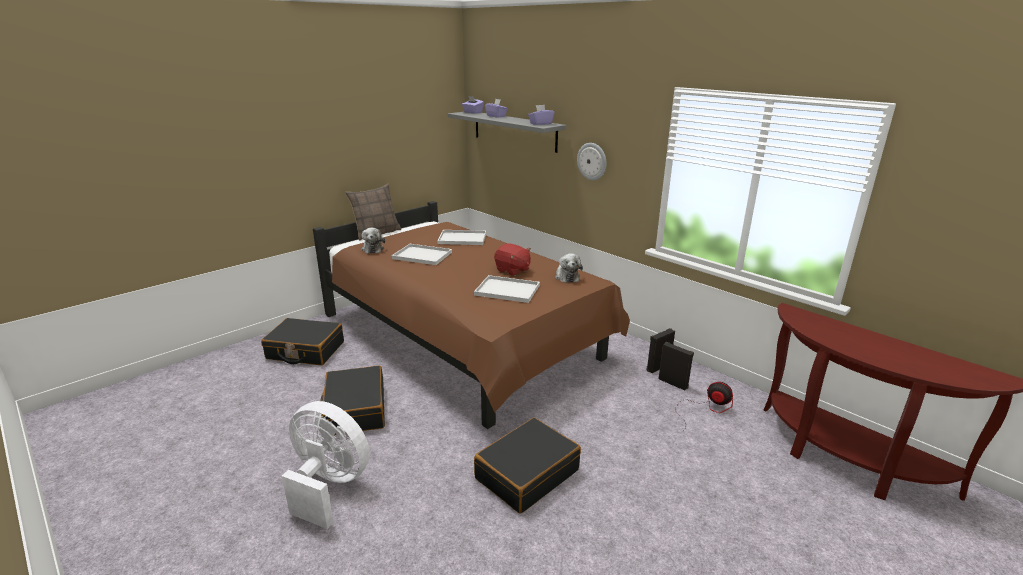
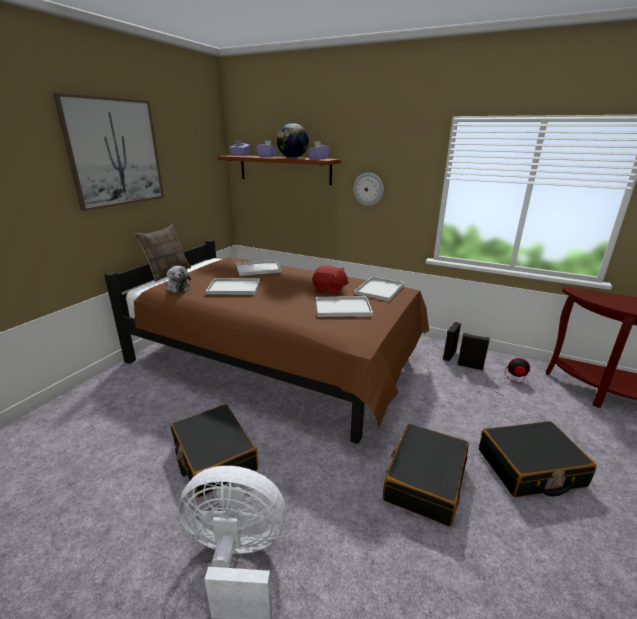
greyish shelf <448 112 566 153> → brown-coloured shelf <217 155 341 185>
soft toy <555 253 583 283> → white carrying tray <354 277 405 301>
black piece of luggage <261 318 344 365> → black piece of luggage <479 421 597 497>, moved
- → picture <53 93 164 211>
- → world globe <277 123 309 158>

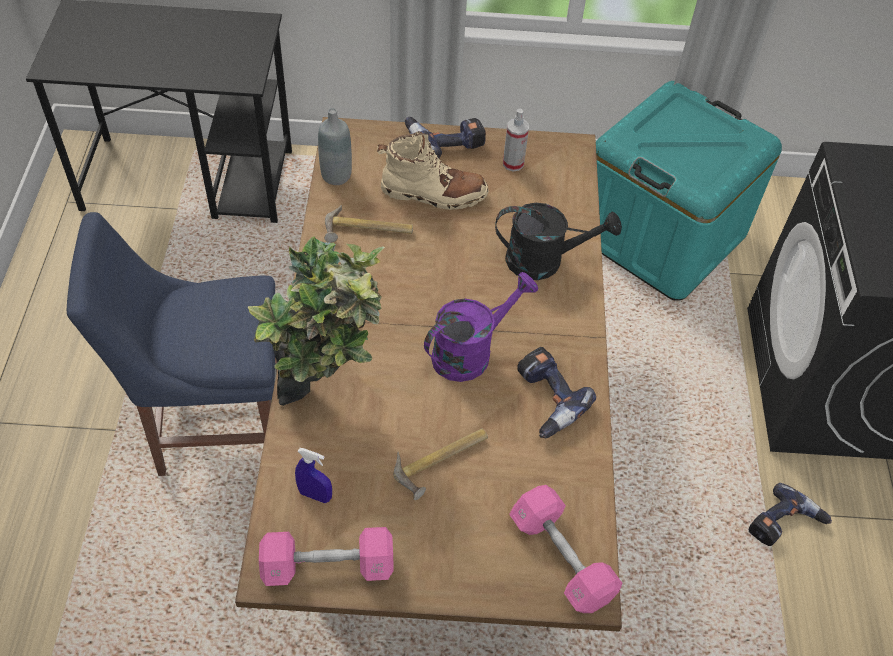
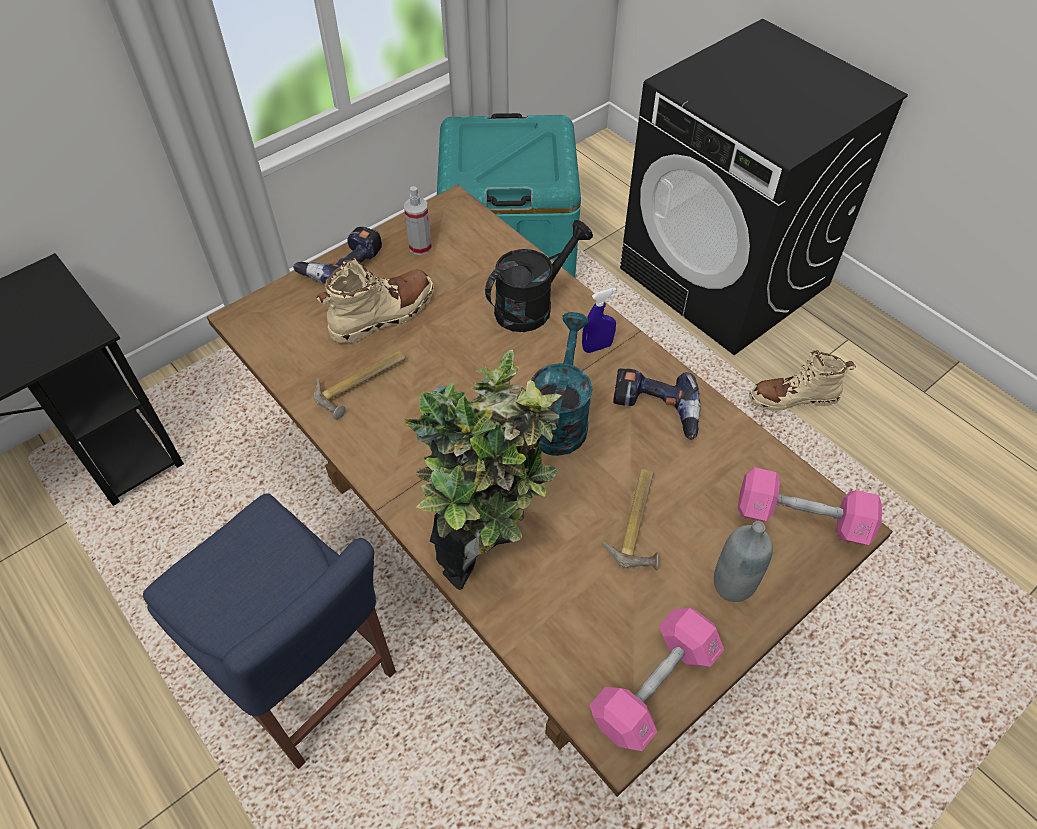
greyish beverage bottle <318 108 352 185> → greyish beverage bottle <714 521 773 602>, moved
blue-coloured upright chair <67 212 277 476> → blue-coloured upright chair <143 493 396 769>, 90 degrees counterclockwise
purple-coloured sprinkling can <424 272 538 382> → turquoise-coloured sprinkling can <531 312 593 456>
blue-coloured spray bottle <295 448 332 503> → blue-coloured spray bottle <582 287 617 353>, moved
drill <749 483 832 546> → beige-coloured tall boot <749 350 856 411>

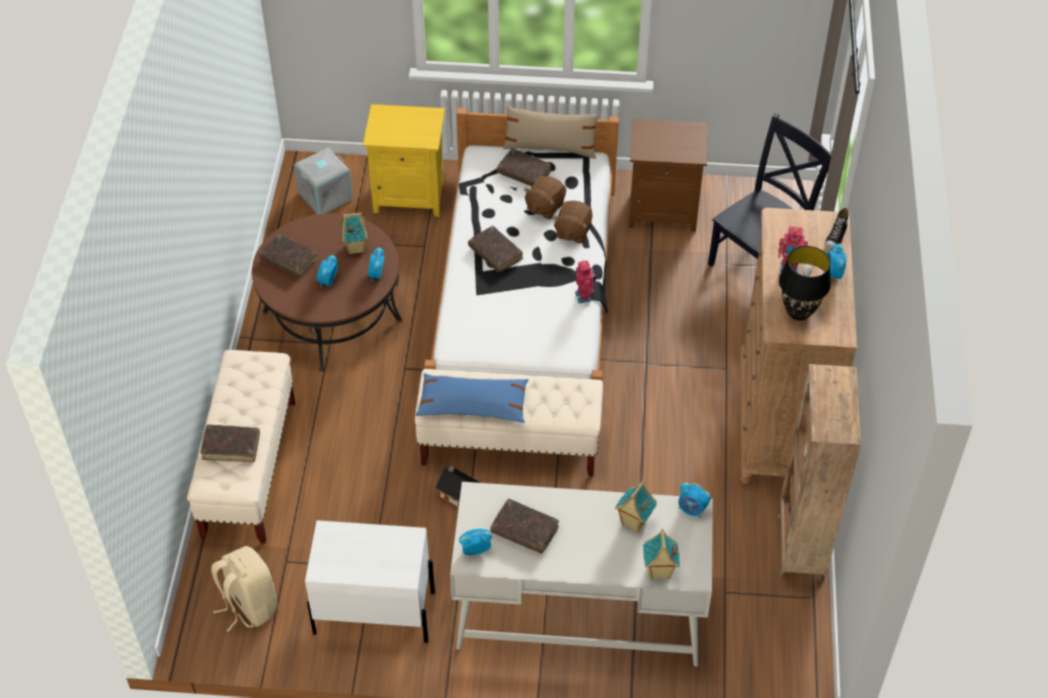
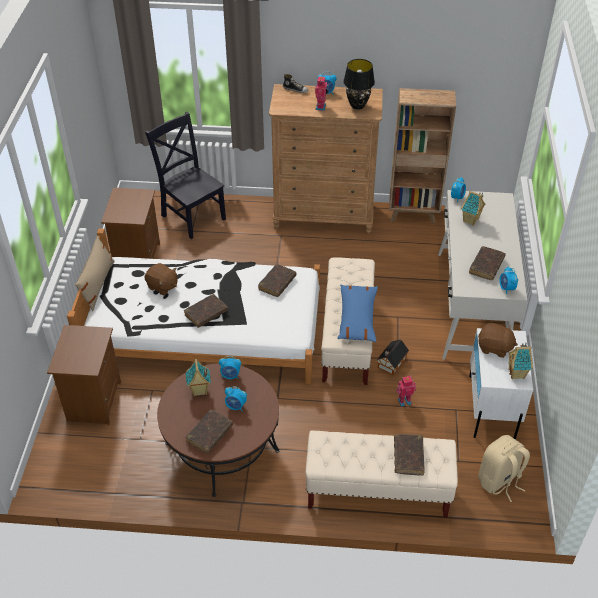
yellow-coloured nightstand <363 104 445 217> → brown-coloured nightstand <47 325 121 425>
greyish storage container <294 148 353 214> → -
brown-coloured bound book <497 149 552 186> → brown-coloured bound book <258 264 296 297>, moved
brown-coloured soft toy <552 201 593 243> → brown-coloured soft toy <478 323 518 358>, moved
robot figure <575 260 596 303> → robot figure <396 376 416 406>, moved
toy house <643 529 680 580> → toy house <508 343 533 379>, moved

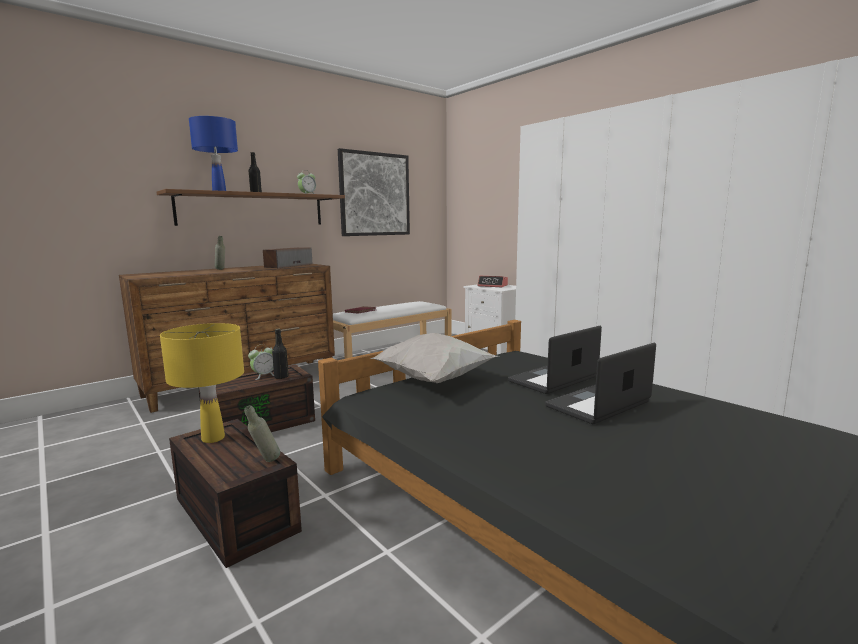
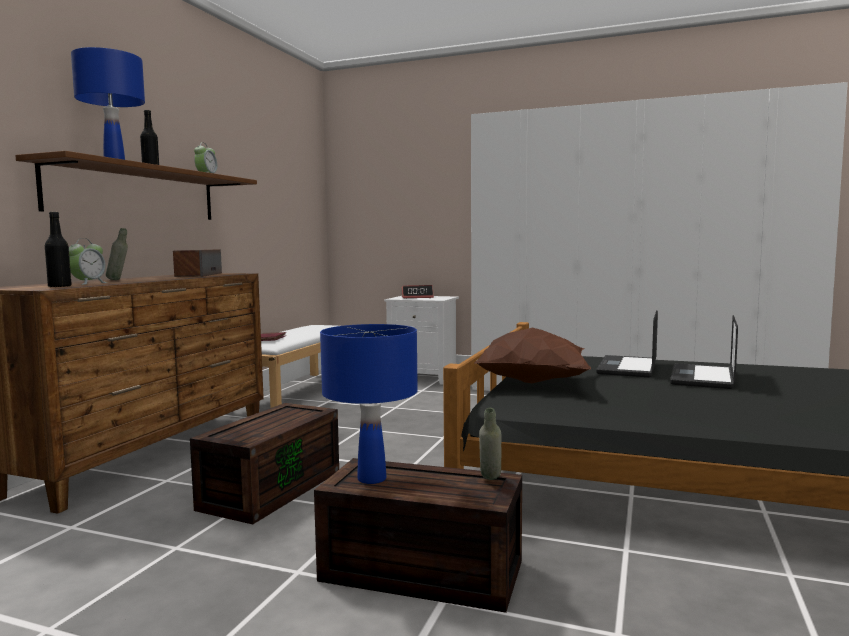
picture <338 148 410 236> → -
yellow-coloured table lamp <160 323 244 443> → blue-coloured table lamp <320 324 418 484>
black beverage bottle <272 329 289 379> → black beverage bottle <45 212 72 287>, moved
white cushion <370 333 498 383> → brown-coloured cushion <474 328 591 383>
table clock <248 344 274 380> → table clock <69 238 107 285>, moved

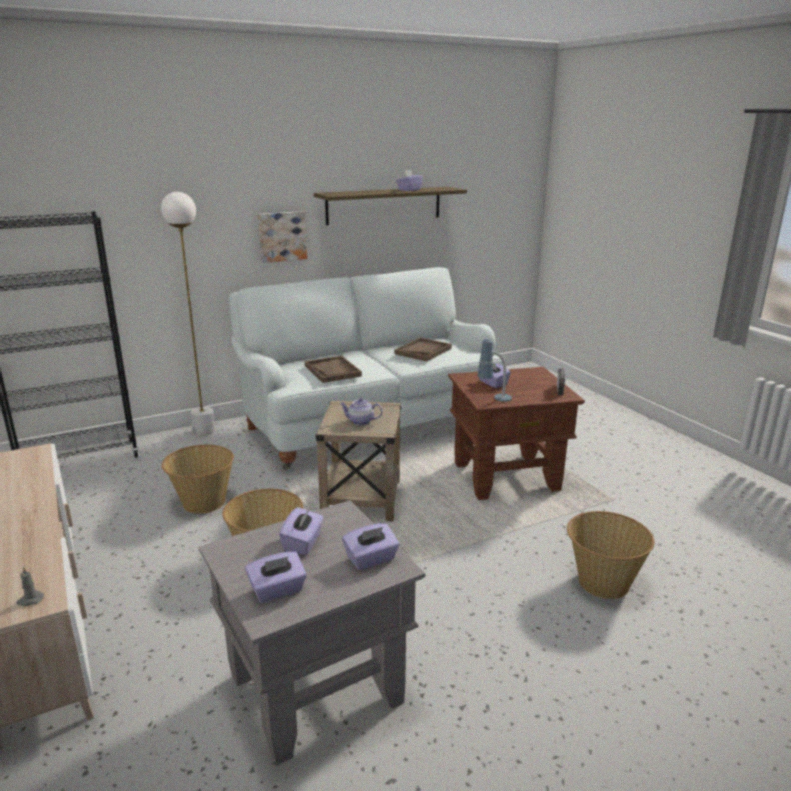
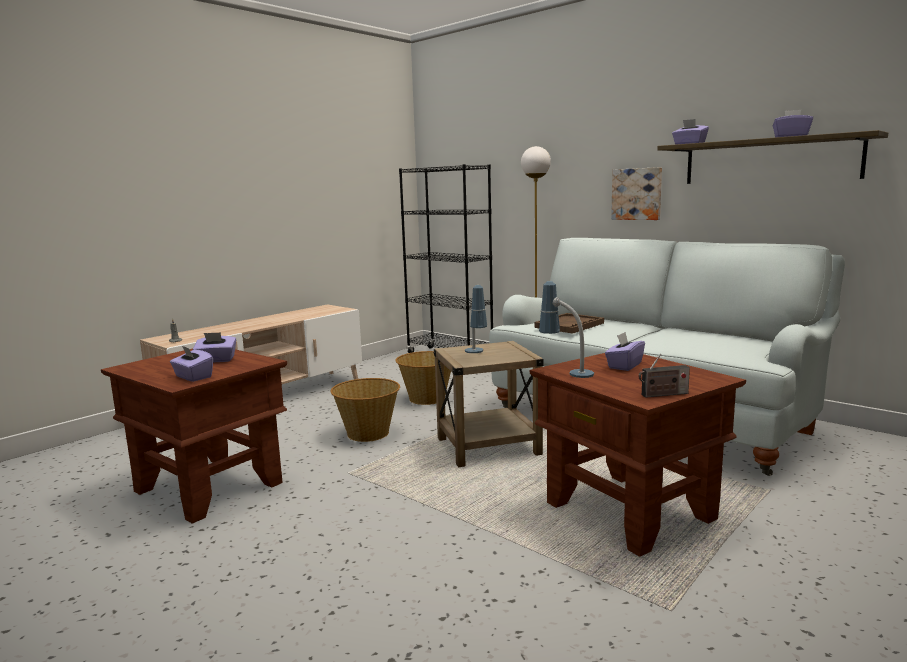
brown-coloured carrying tray <394 338 452 361> → -
tea pot <339 398 383 425> → table lamp <465 285 487 353>
greyish end table <198 500 426 765> → brown-coloured end table <101 348 287 524>
basket <567 511 654 599> → -
purple-coloured tissue box <245 552 307 603> → purple-coloured tissue box <672 119 709 145>, moved

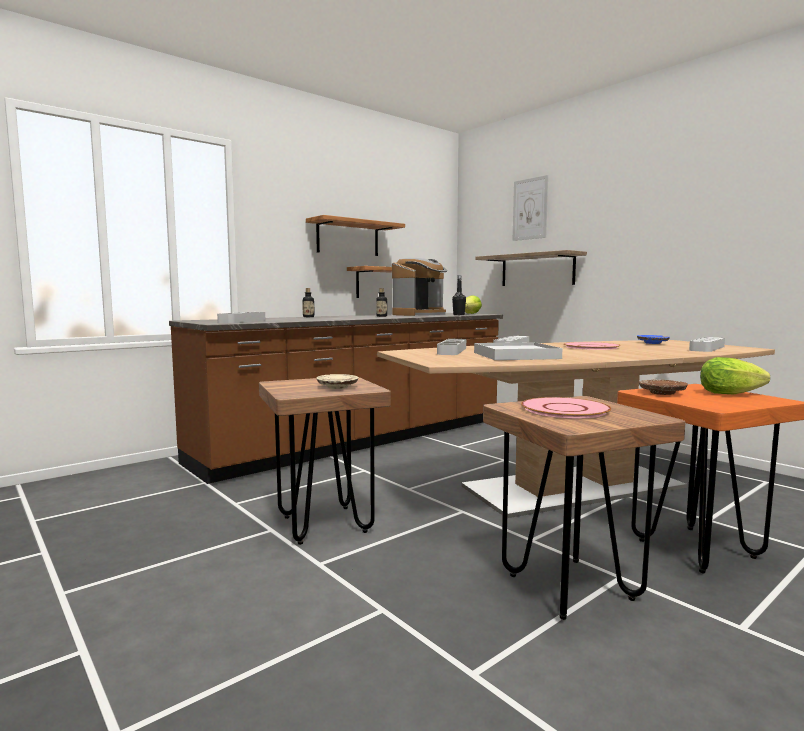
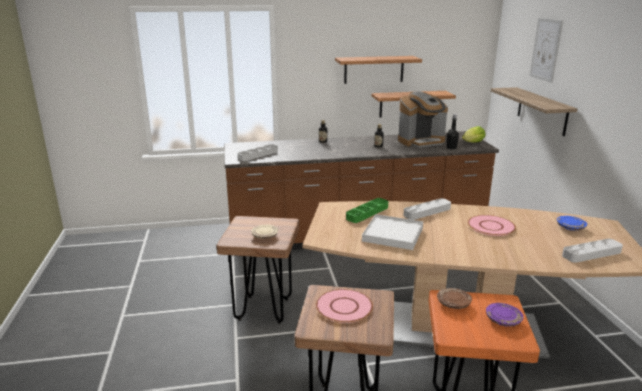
greyish carrying tray <437 339 466 355> → green carrying tray <346 198 388 223>
lettuce head <700 357 770 394> → purple-coloured flat dish <486 303 523 327>

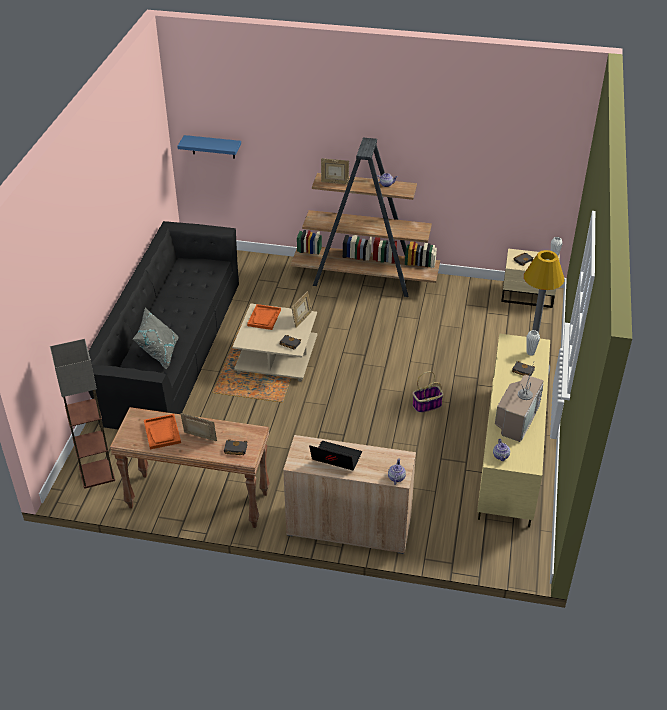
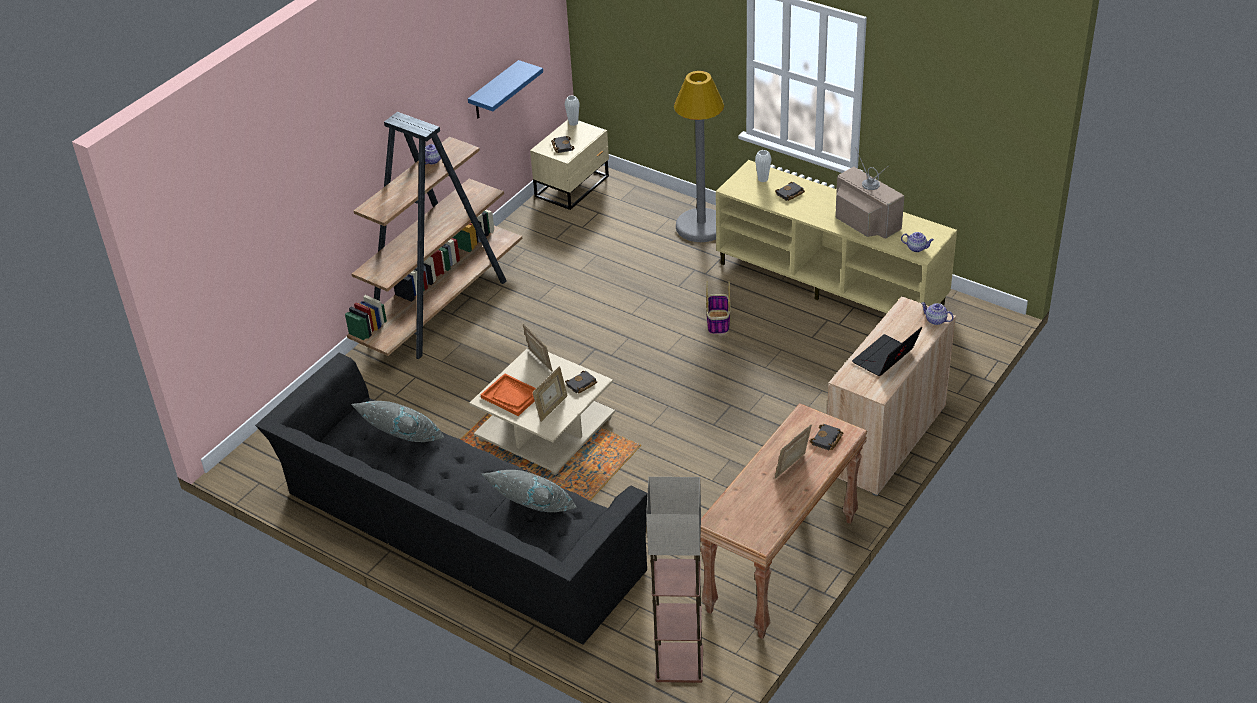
blue-coloured shelf <177 135 241 159> → blue-coloured shelf <468 60 543 118>, moved
picture frame <321 158 349 184> → picture frame <532 366 568 422>, moved
orange-coloured carrying tray <144 414 181 449> → -
- → greyish cushion <351 401 445 442>

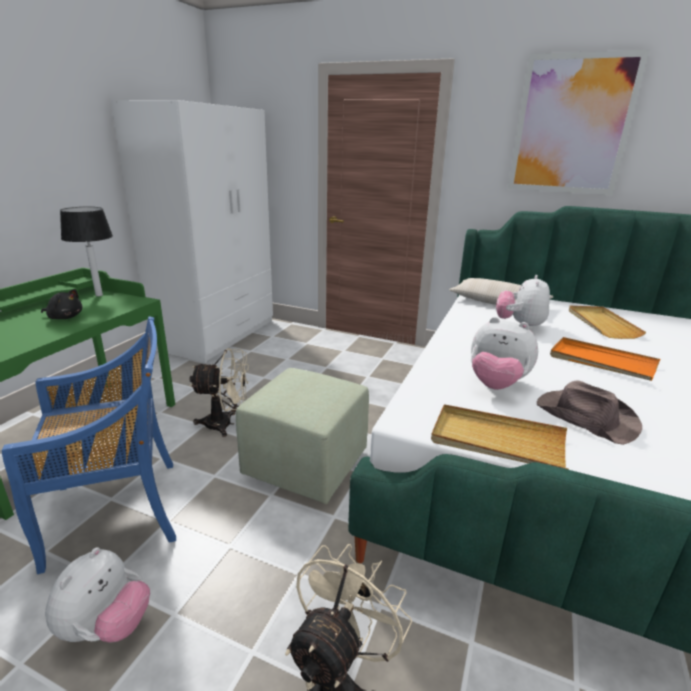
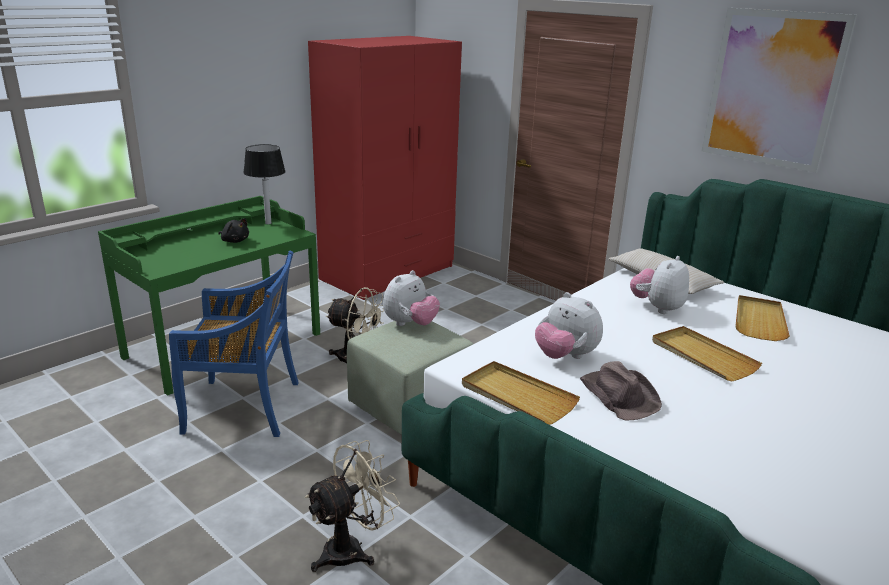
white wardrobe <110 100 273 363> → red-coloured wardrobe <308 36 462 300>
orange-coloured carrying tray <550 337 660 381> → beige-coloured carrying tray <652 326 762 381>
soft toy <45 547 150 643> → soft toy <383 270 440 326>, moved

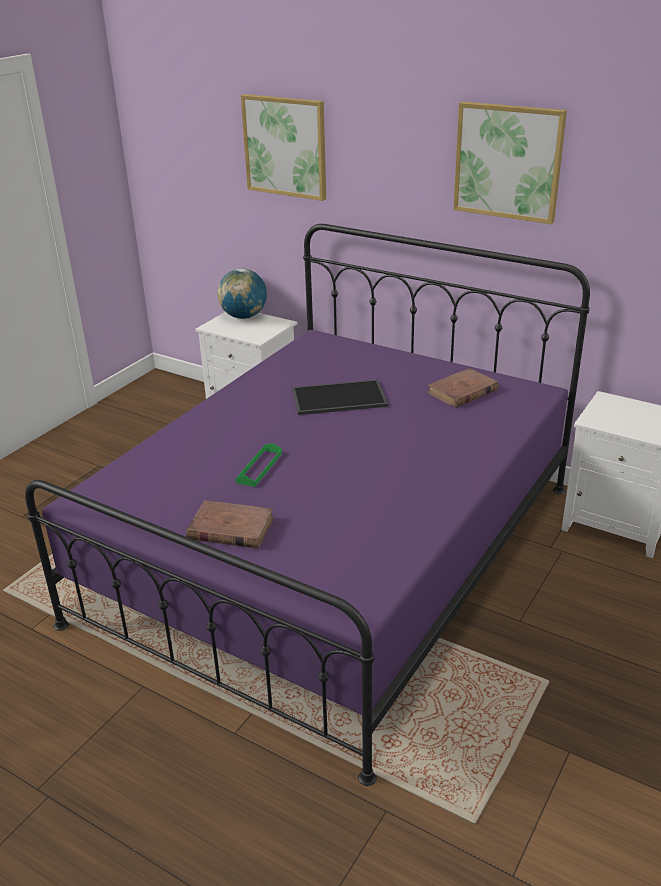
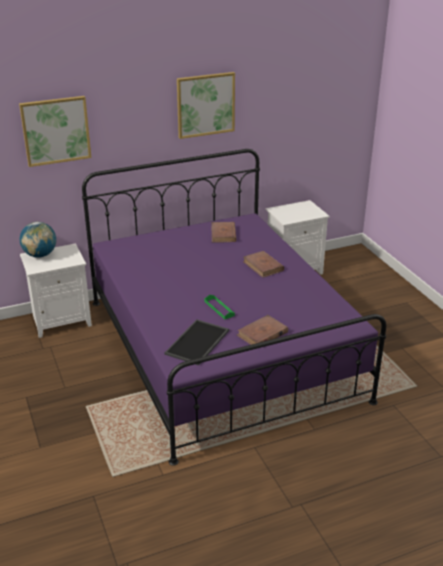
carrying tray <292 379 389 415> → carrying tray <164 319 229 366>, moved
- → brown-coloured bound book <243 251 284 278>

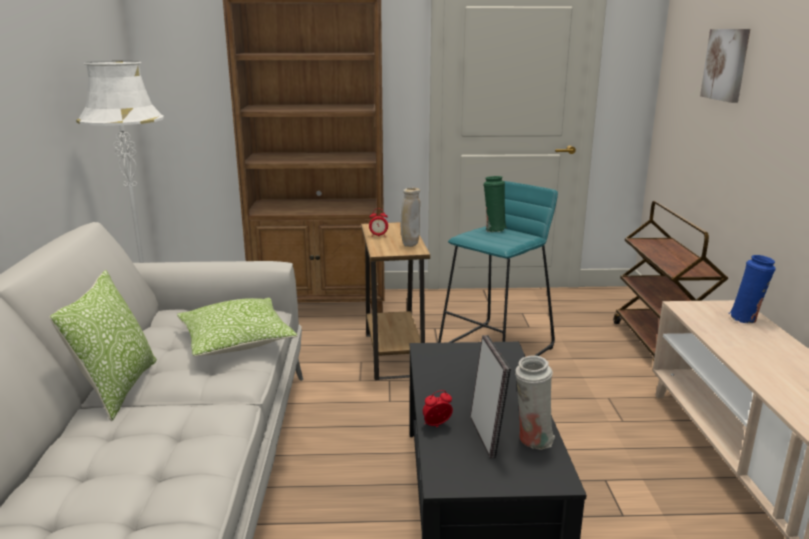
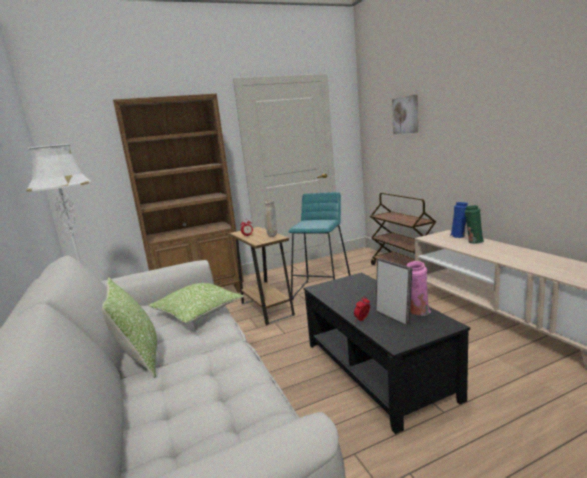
green flower vase <483 176 507 232> → green flower vase <465 205 484 244>, moved
white flower vase <515 355 555 450> → pinkish flower vase <407 261 431 316>

